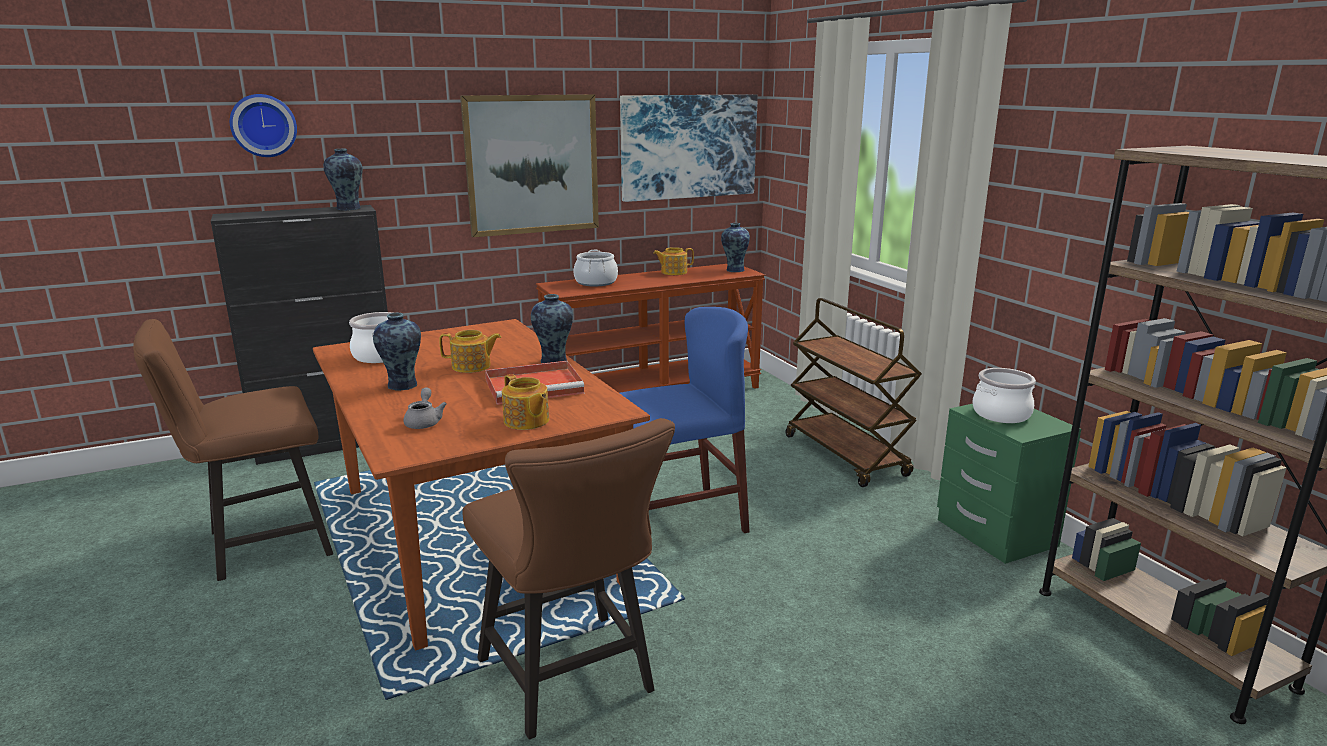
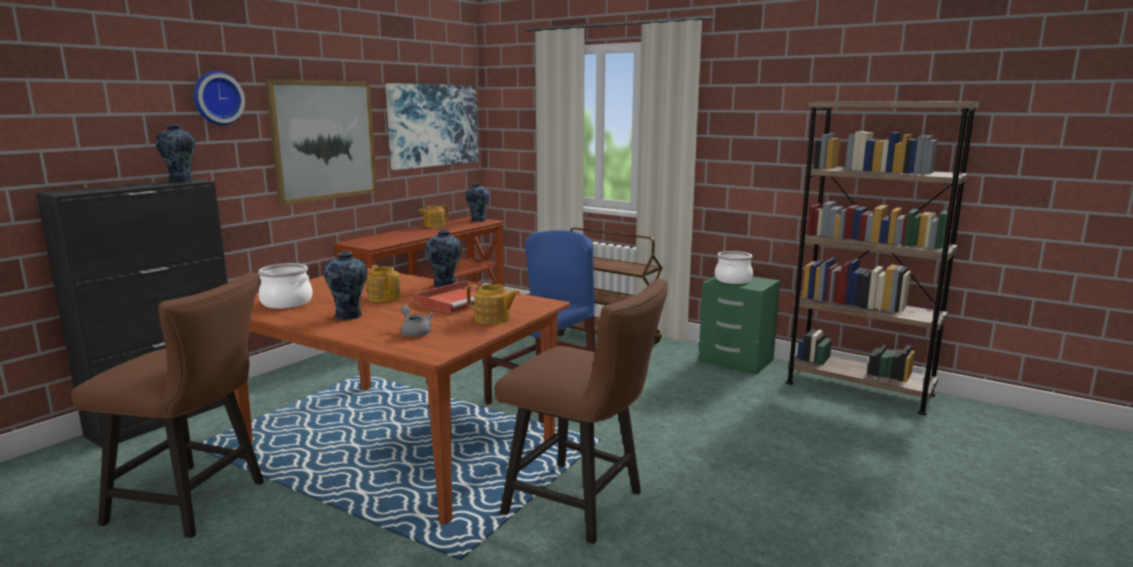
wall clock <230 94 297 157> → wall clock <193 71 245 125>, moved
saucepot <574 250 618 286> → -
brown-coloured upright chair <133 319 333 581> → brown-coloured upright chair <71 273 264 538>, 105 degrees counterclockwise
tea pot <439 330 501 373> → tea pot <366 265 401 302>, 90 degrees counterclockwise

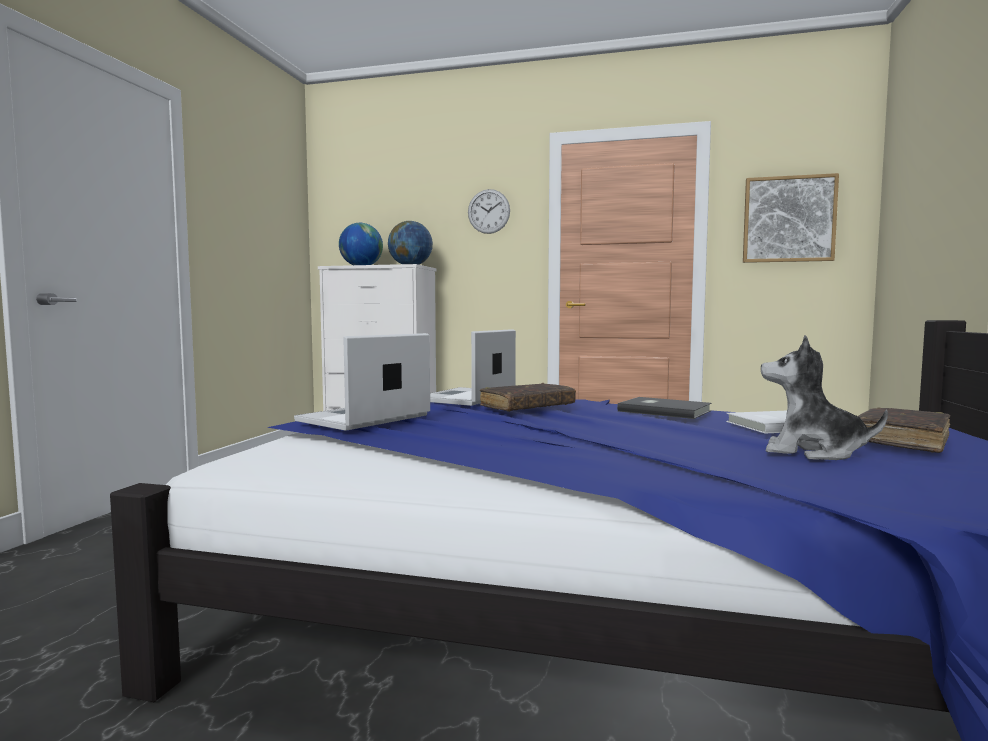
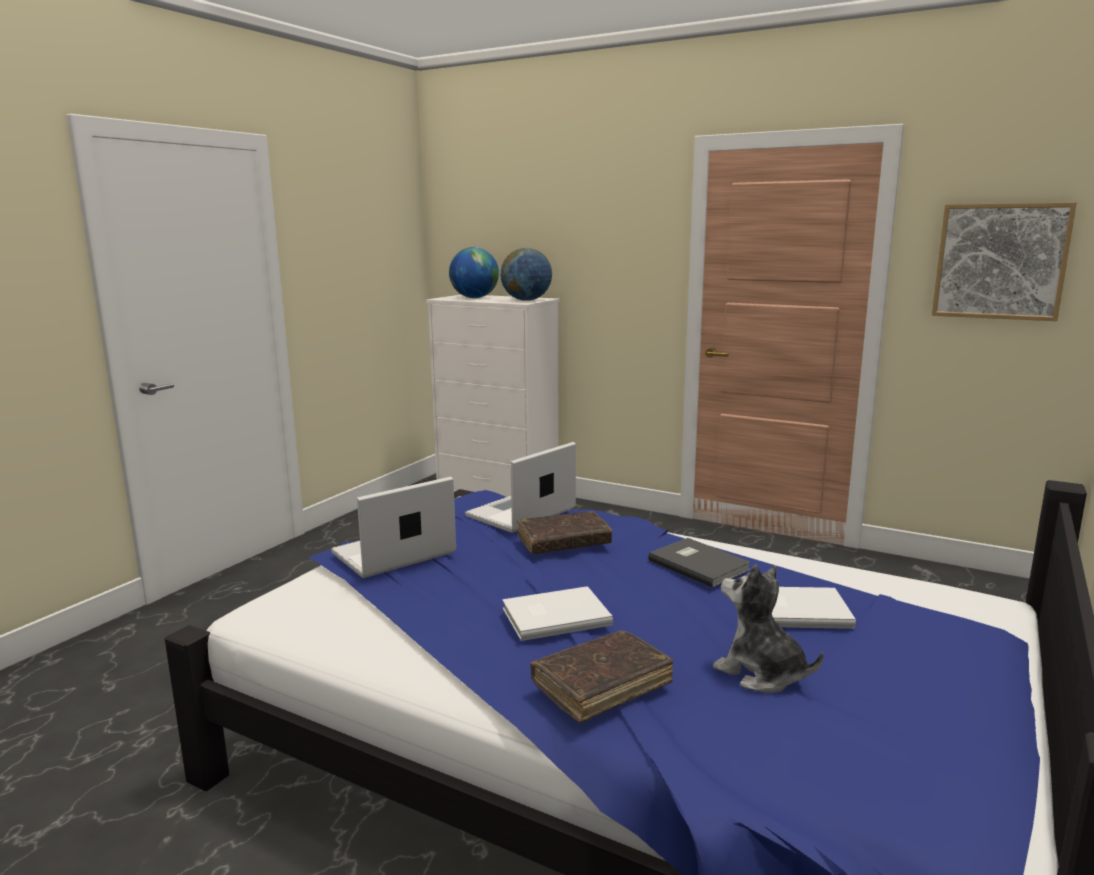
wall clock <468 189 510 234> → -
brown-coloured bound book <858 408 950 453> → brown-coloured bound book <530 631 674 723>, moved
- → white bound book <502 586 613 641>

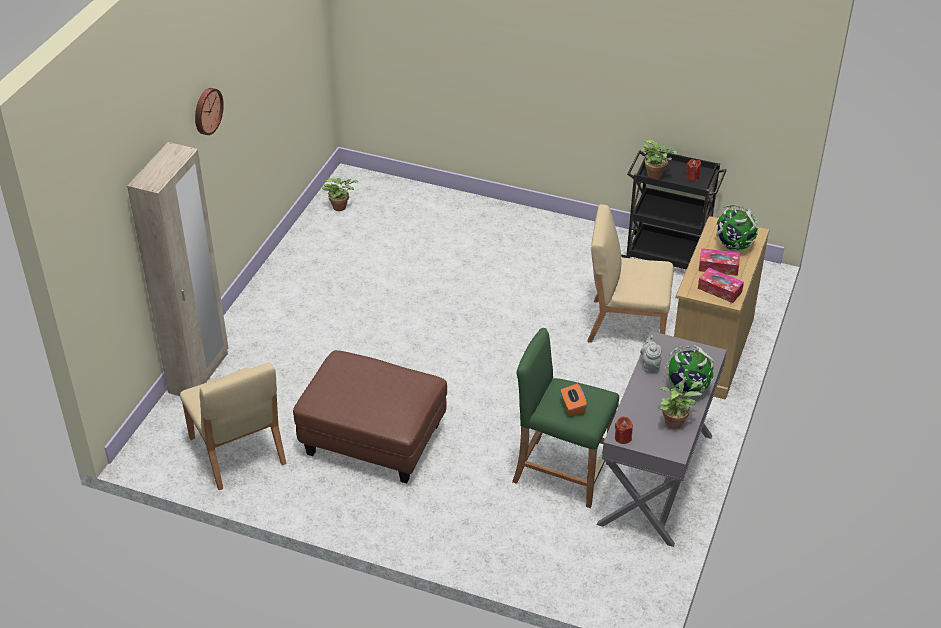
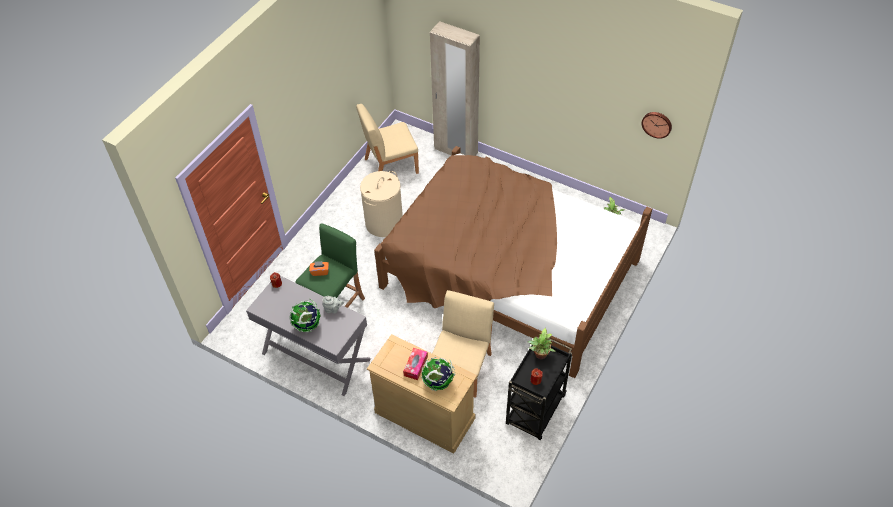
wall clock <195 88 224 135> → wall clock <642 112 672 139>, moved
tissue box <698 268 744 303> → -
brown-coloured footrest <293 350 447 484> → beige-coloured hamper <360 171 403 237>
plant in a pot <660 381 703 429> → -
- → brown-coloured sleeping bed <374 146 652 378>

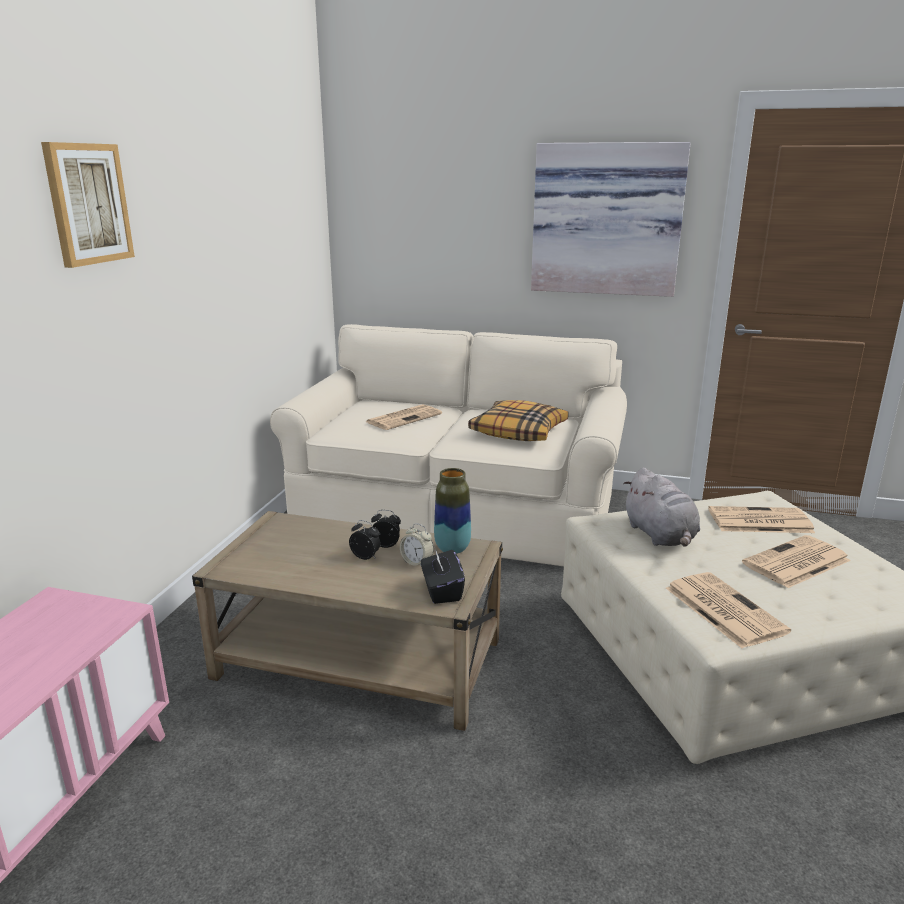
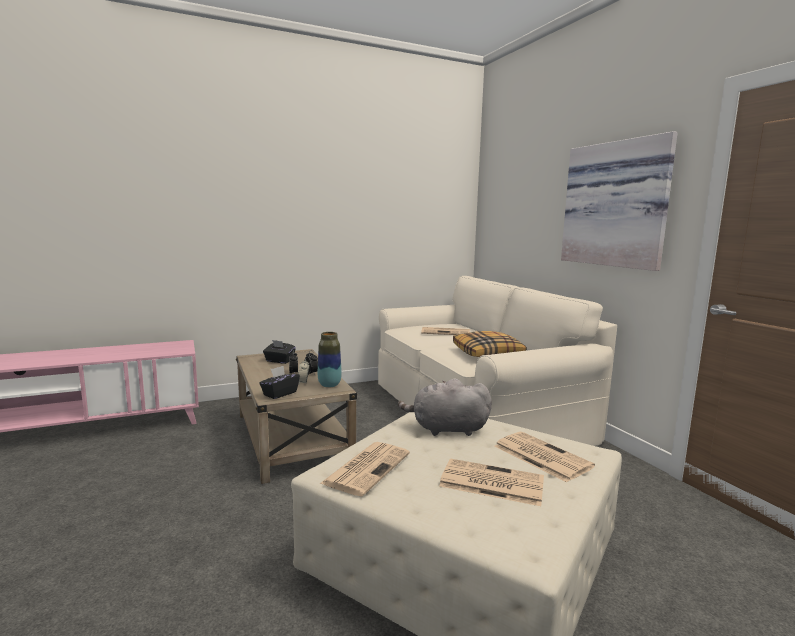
picture <41 142 135 268> → -
greyish soft toy <623 467 700 547> → greyish soft toy <398 379 492 436>, 60 degrees clockwise
- → black tissue box <263 340 296 364>

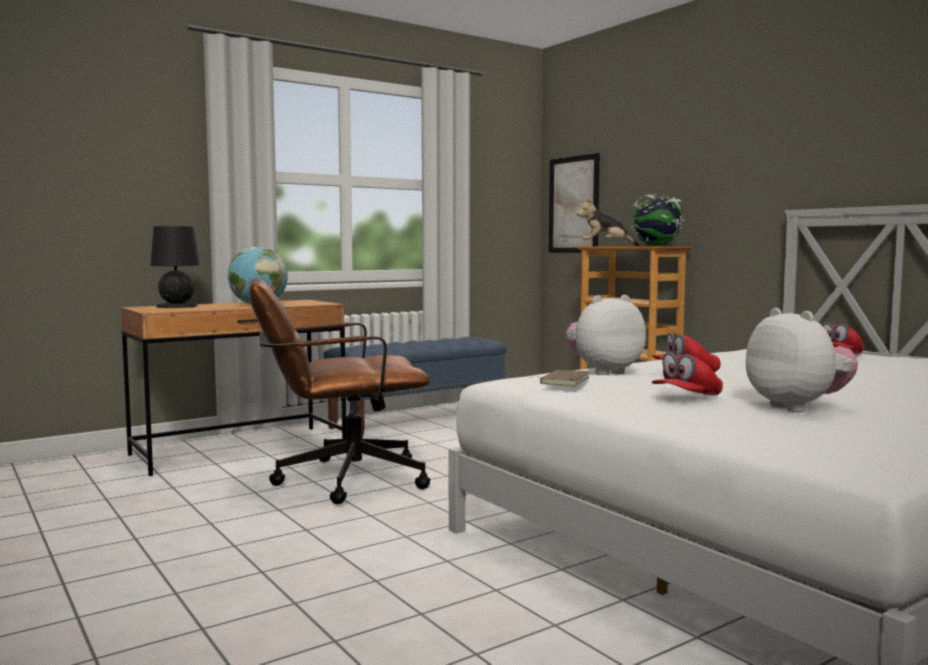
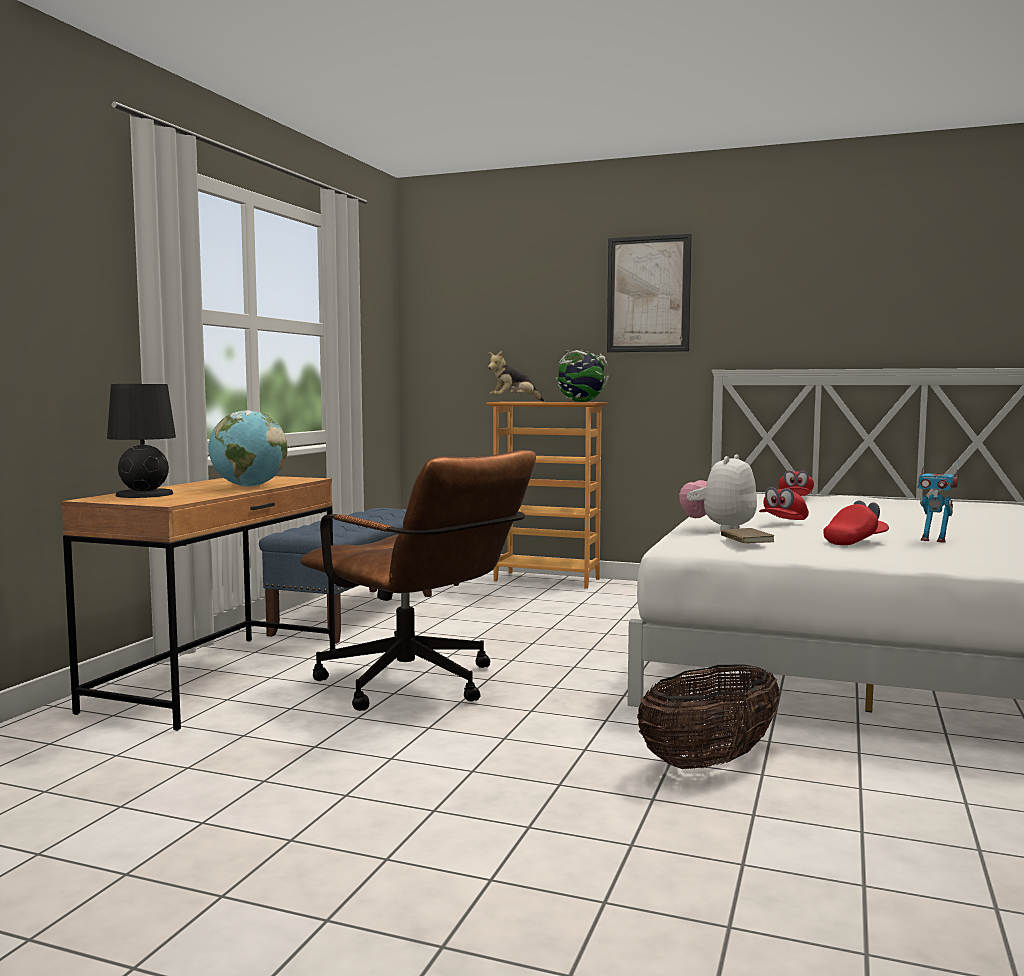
picture <549 153 600 253> → picture <607 234 692 352>, moved
brown-coloured computer chair <249 278 431 504> → brown-coloured computer chair <300 450 536 711>, 90 degrees counterclockwise
soft toy <746 308 858 412> → robot figure <917 459 959 543>
red-coloured baseball cap <652 352 723 395> → red-coloured baseball cap <824 500 889 545>, 135 degrees counterclockwise
- → basket <637 664 780 769>

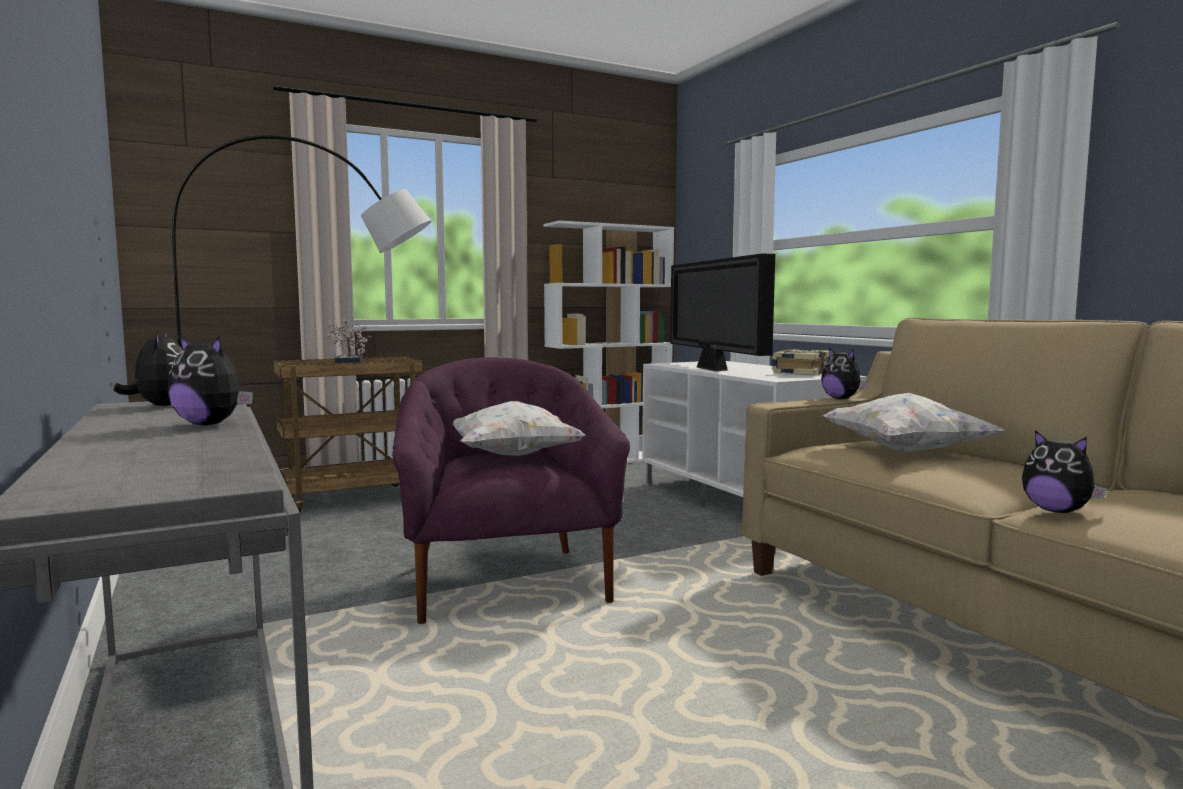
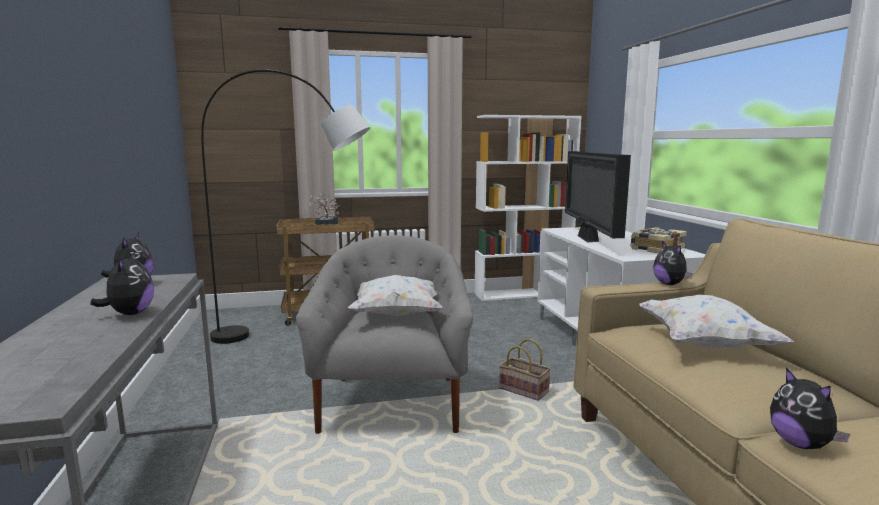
soft toy <168 336 253 426> → soft toy <90 252 154 315>, 135 degrees counterclockwise
purple-coloured armchair <392 357 630 624> → greyish armchair <296 235 473 434>
- → basket <499 339 551 401>

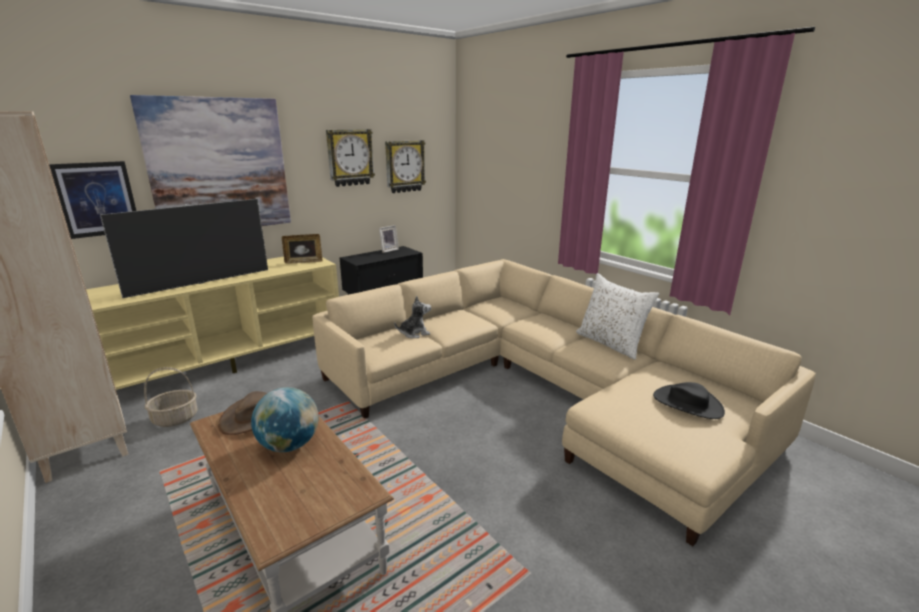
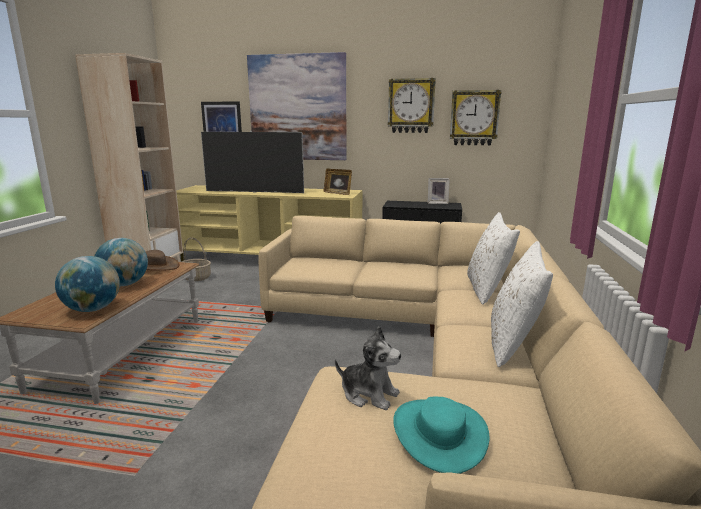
soft toy <394 296 431 338> → soft toy <335 326 401 410>, moved
black wearable hat <653 382 725 419> → turquoise-coloured wearable hat <393 397 489 474>
- → white cushion <467 212 520 305>
- → world globe <55 256 120 312>

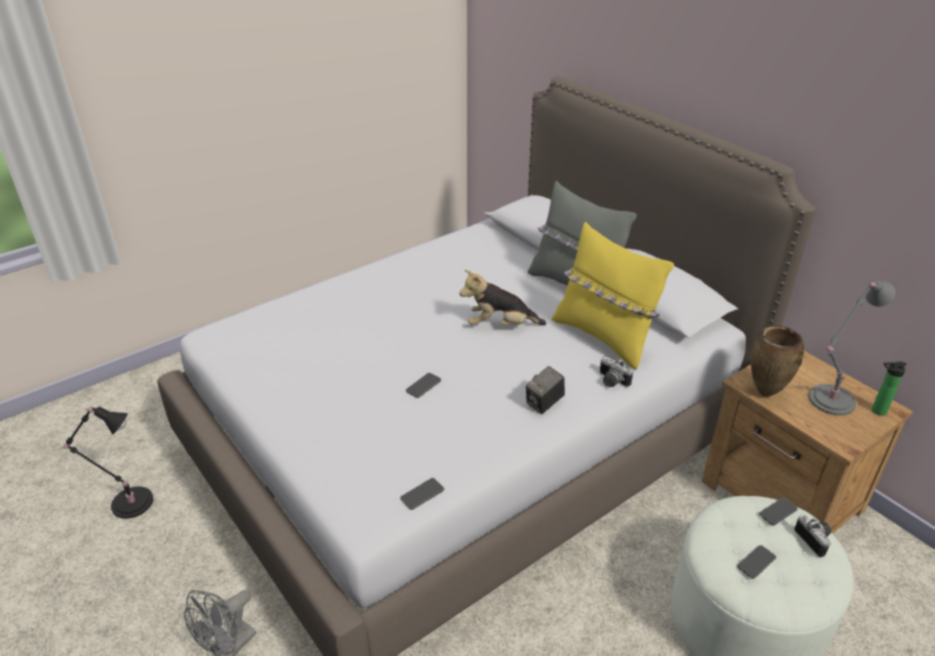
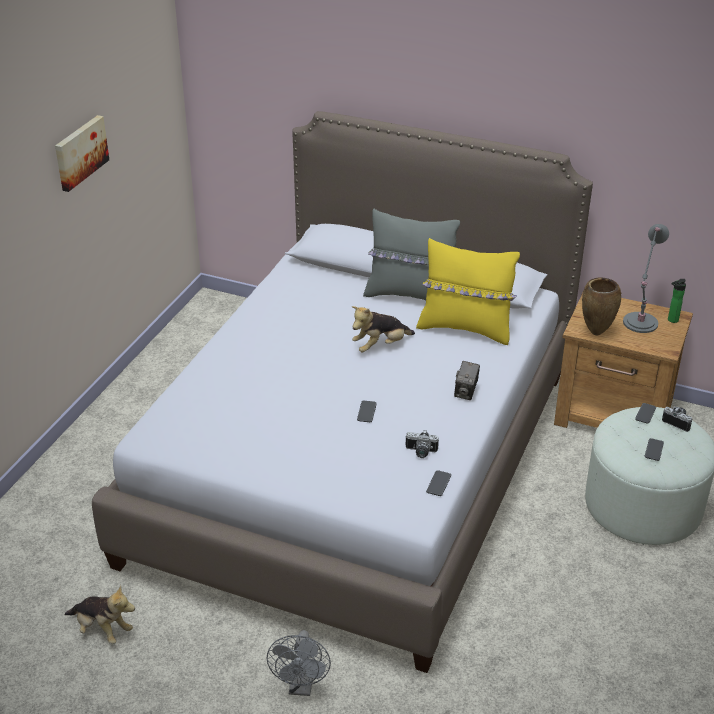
photo camera <600 356 633 387> → photo camera <406 430 439 458>, moved
black table lamp <61 406 153 519> → soft toy <64 585 135 644>
- → picture <55 115 109 192>

